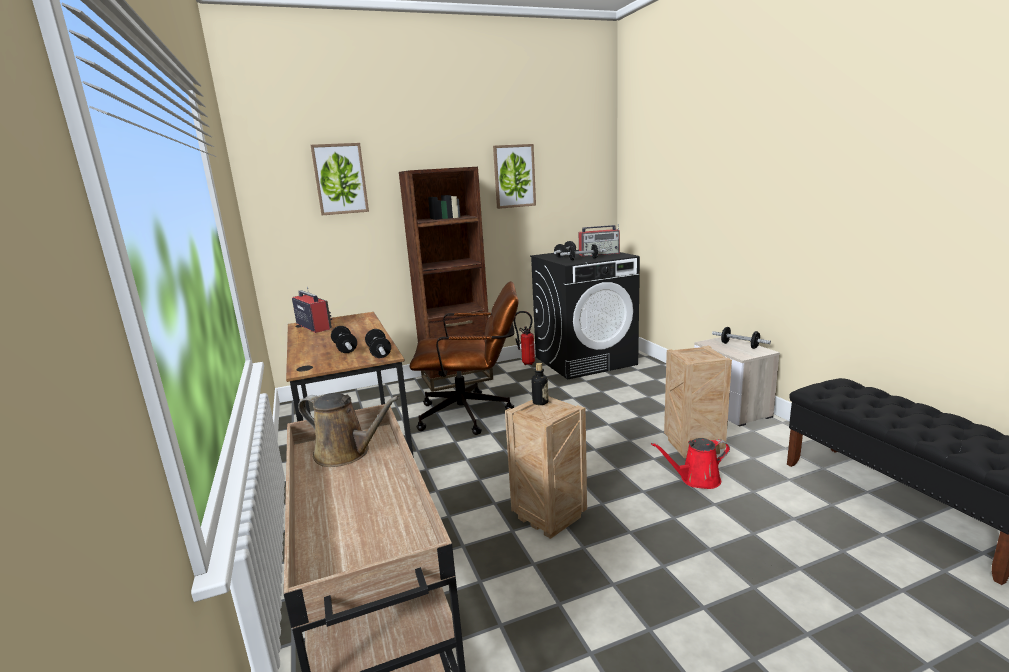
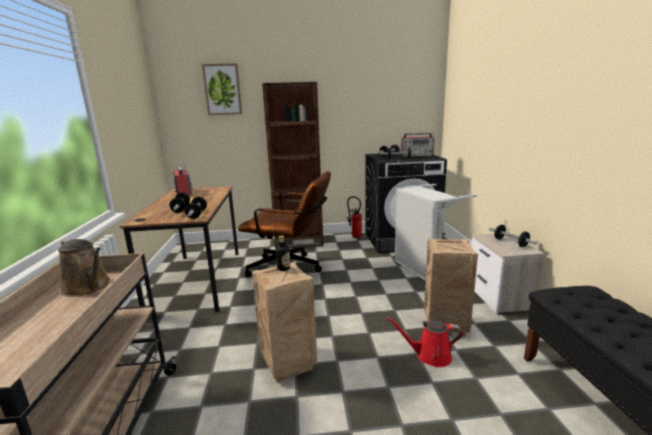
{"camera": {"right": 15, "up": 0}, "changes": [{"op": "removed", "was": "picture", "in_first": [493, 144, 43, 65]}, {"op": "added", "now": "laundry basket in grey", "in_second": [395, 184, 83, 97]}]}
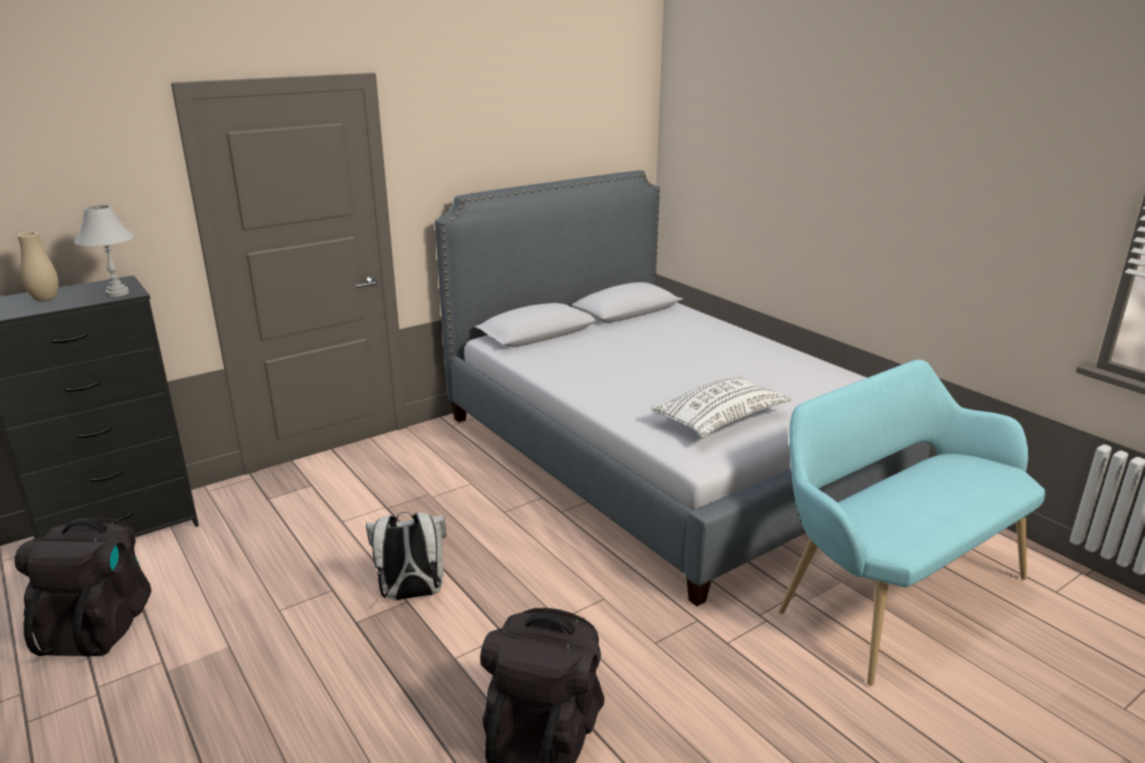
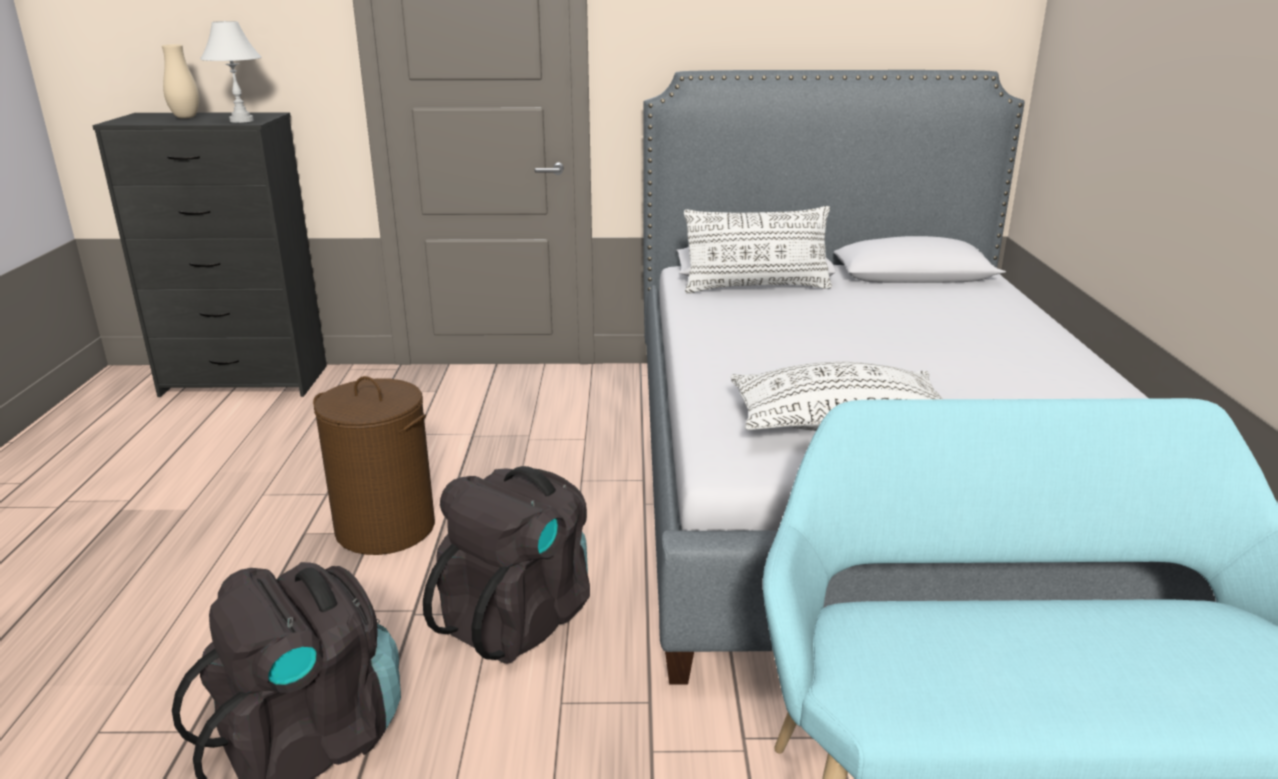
{"camera": {"right": 35, "up": 0}, "changes": [{"op": "added", "now": "pillow in white", "in_second": [684, 206, 148, 88]}, {"op": "moved", "was": "backpack in black", "in_first": [14, 518, 138, 138], "in_second": [423, 466, 167, 198]}, {"op": "replaced", "was": "backpack in white", "now": "laundry basket in brown", "in_first": [366, 512, 80, 88], "in_second": [313, 376, 122, 179]}]}
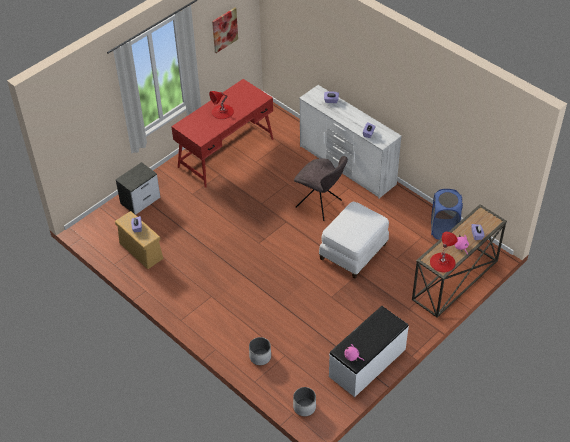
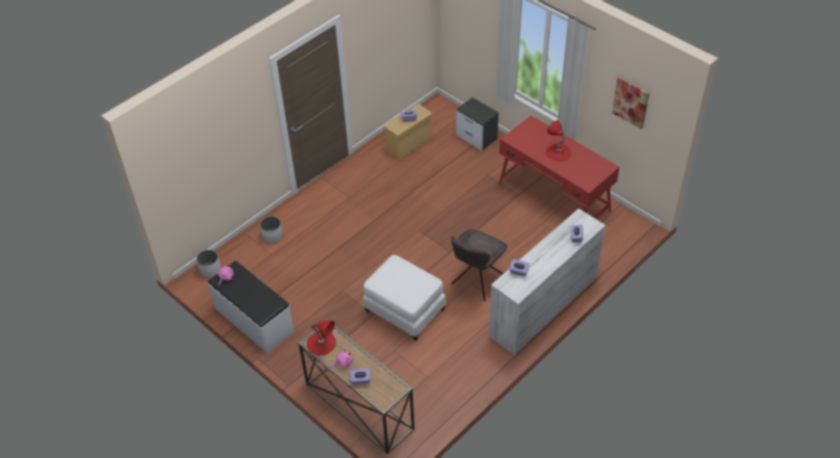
{"camera": {"right": 90, "up": 0}, "changes": [{"op": "removed", "was": "laundry basket in blue", "in_first": [431, 189, 32, 51]}]}
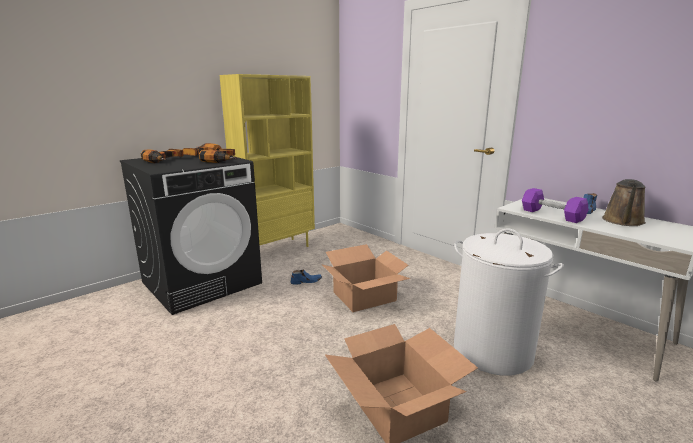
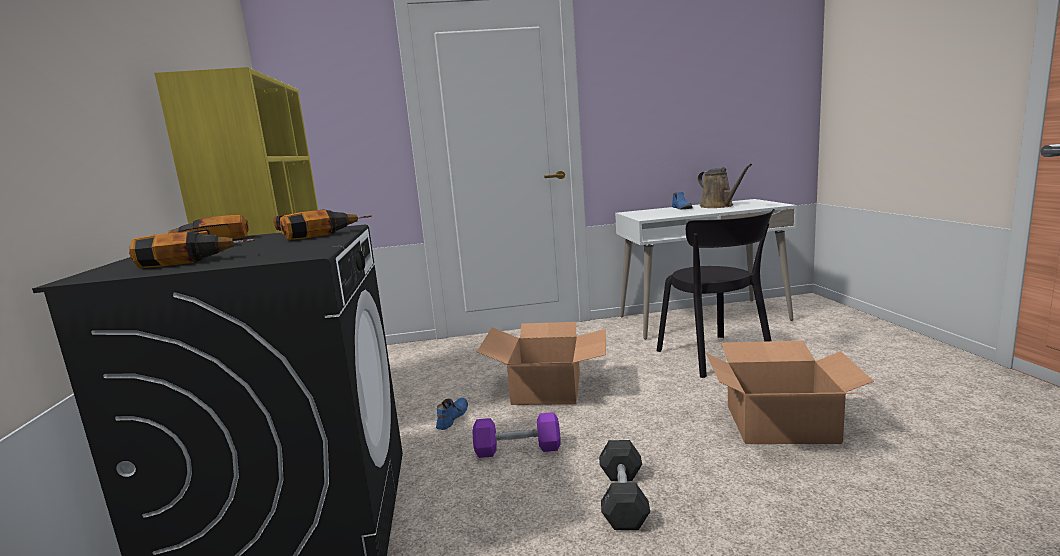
{"camera": {"right": -55, "up": -5}, "changes": [{"op": "added", "now": "dumbbell in grey", "in_second": [599, 440, 51, 90]}, {"op": "moved", "was": "dumbbell in purple", "in_first": [522, 188, 67, 35], "in_second": [472, 412, 89, 46]}, {"op": "replaced", "was": "laundry basket in white", "now": "chair in black", "in_first": [454, 228, 110, 148], "in_second": [657, 209, 118, 169]}]}
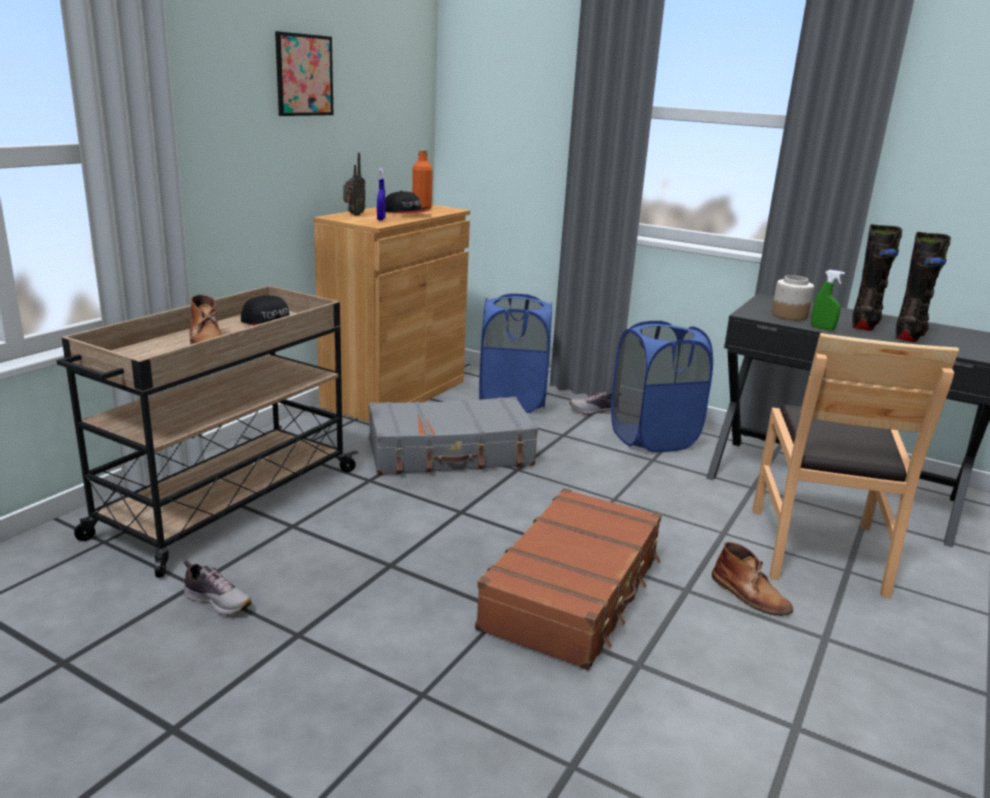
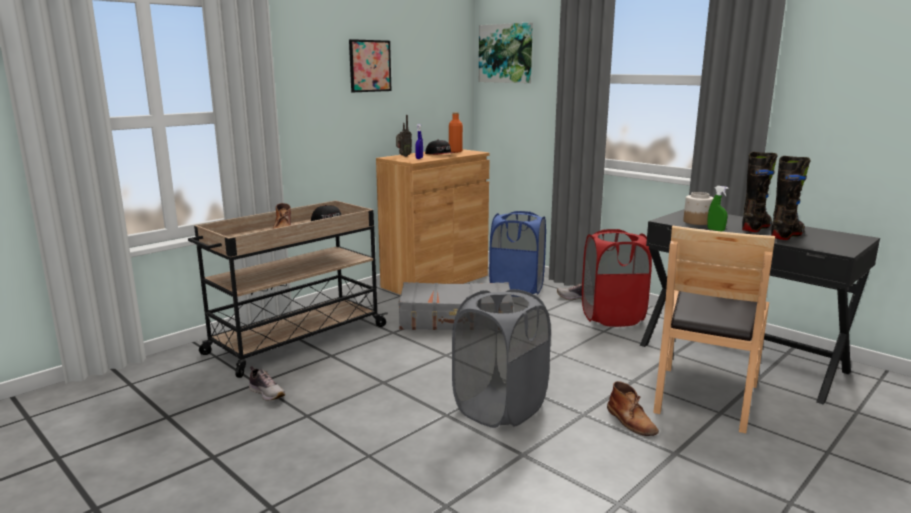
{"camera": {"right": 15, "up": -5}, "changes": [{"op": "added", "now": "picture", "in_second": [479, 22, 54, 61]}, {"op": "replaced", "was": "suitcase in brown", "now": "laundry basket in grey", "in_first": [475, 488, 187, 182], "in_second": [452, 289, 99, 139]}, {"op": "recoloured", "was": "laundry basket in blue", "now": "laundry basket in red", "in_first": [611, 320, 102, 132], "in_second": [582, 229, 70, 98]}]}
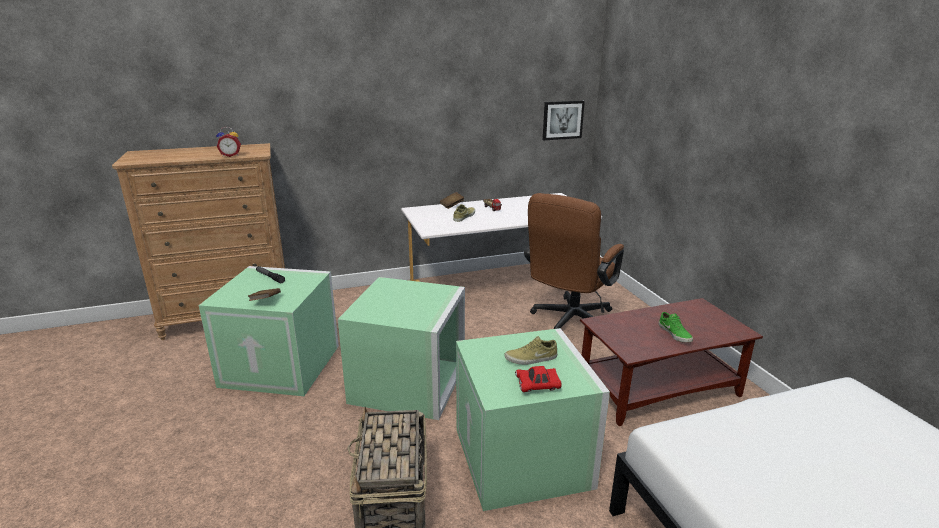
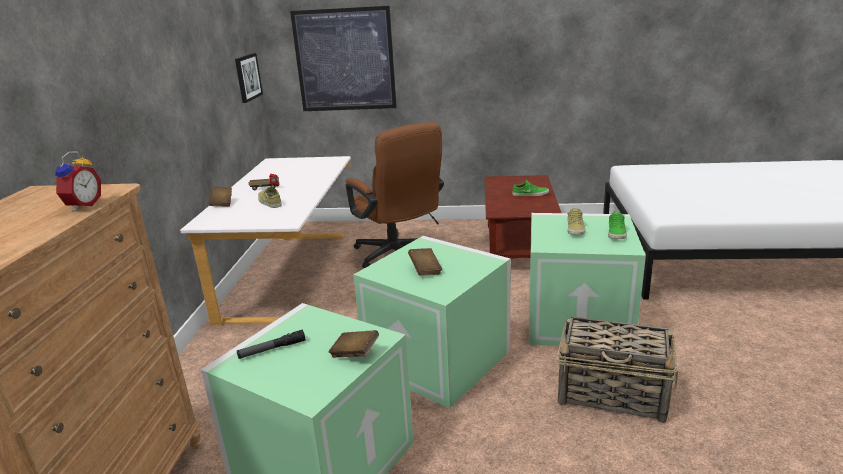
{"camera": {"right": -65, "up": 0}, "changes": [{"op": "added", "now": "picture", "in_second": [290, 6, 107, 105]}, {"op": "added", "now": "book in brown", "in_second": [408, 248, 34, 28]}, {"op": "replaced", "was": "toy car in red", "now": "shoe in green", "in_first": [515, 366, 47, 26], "in_second": [608, 211, 19, 28]}]}
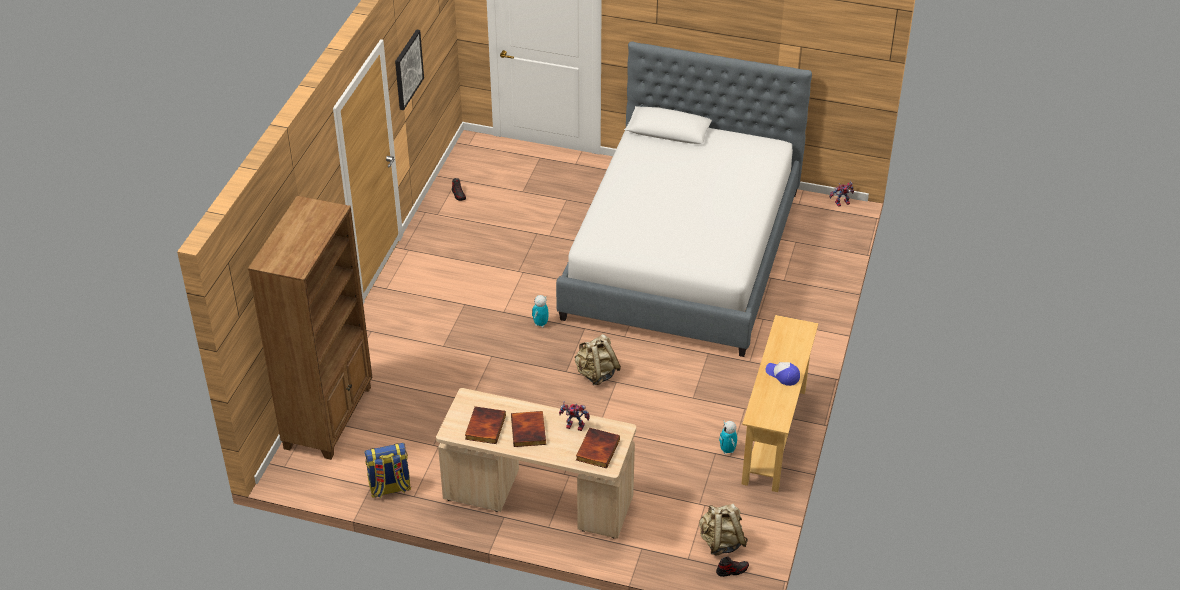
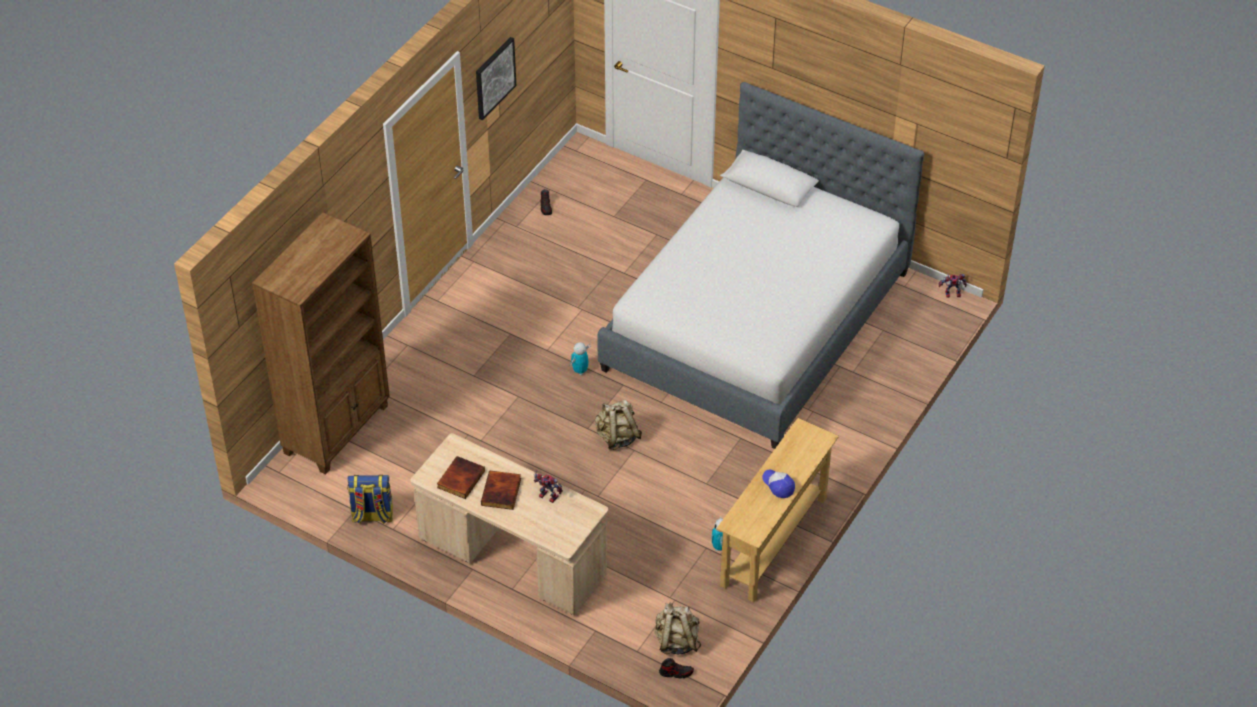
{"camera": {"right": 15, "up": 5}, "changes": [{"op": "removed", "was": "book", "in_first": [576, 428, 44, 40]}]}
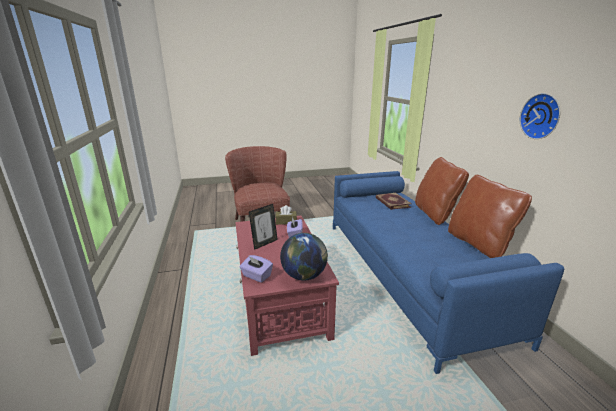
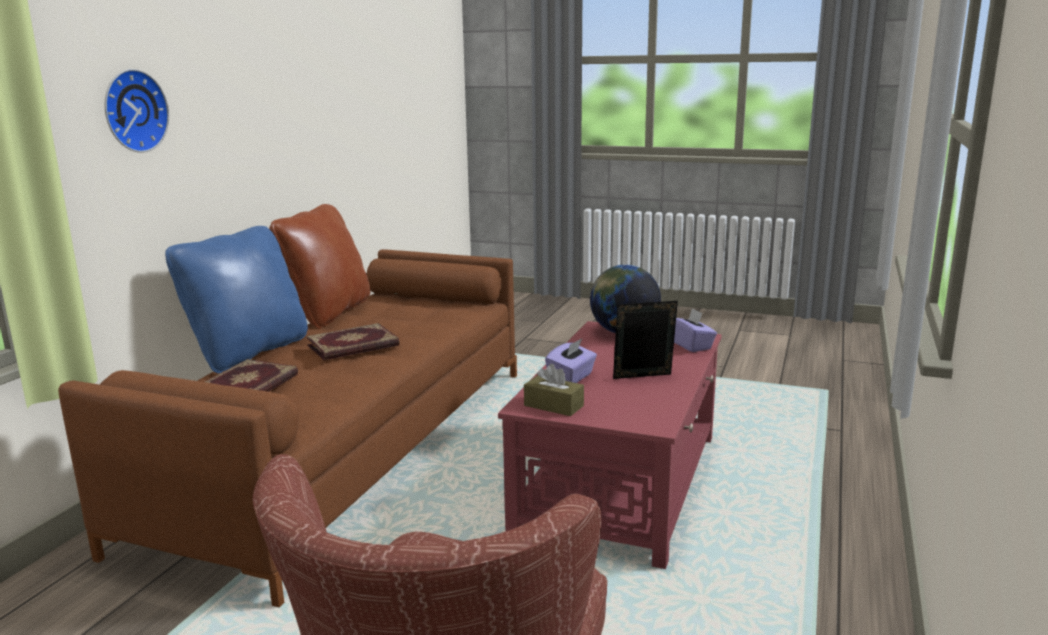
{"camera": {"right": -145, "up": -5}, "changes": [{"op": "added", "now": "book", "in_second": [306, 323, 93, 37]}, {"op": "moved", "was": "wall clock", "in_first": [520, 93, 40, 46], "in_second": [105, 69, 64, 84]}, {"op": "recoloured", "was": "sofa in blue", "now": "sofa in brown", "in_first": [333, 171, 231, 203], "in_second": [58, 249, 459, 358]}, {"op": "recoloured", "was": "pillow in brown", "now": "pillow in blue", "in_first": [415, 157, 54, 68], "in_second": [165, 226, 143, 147]}]}
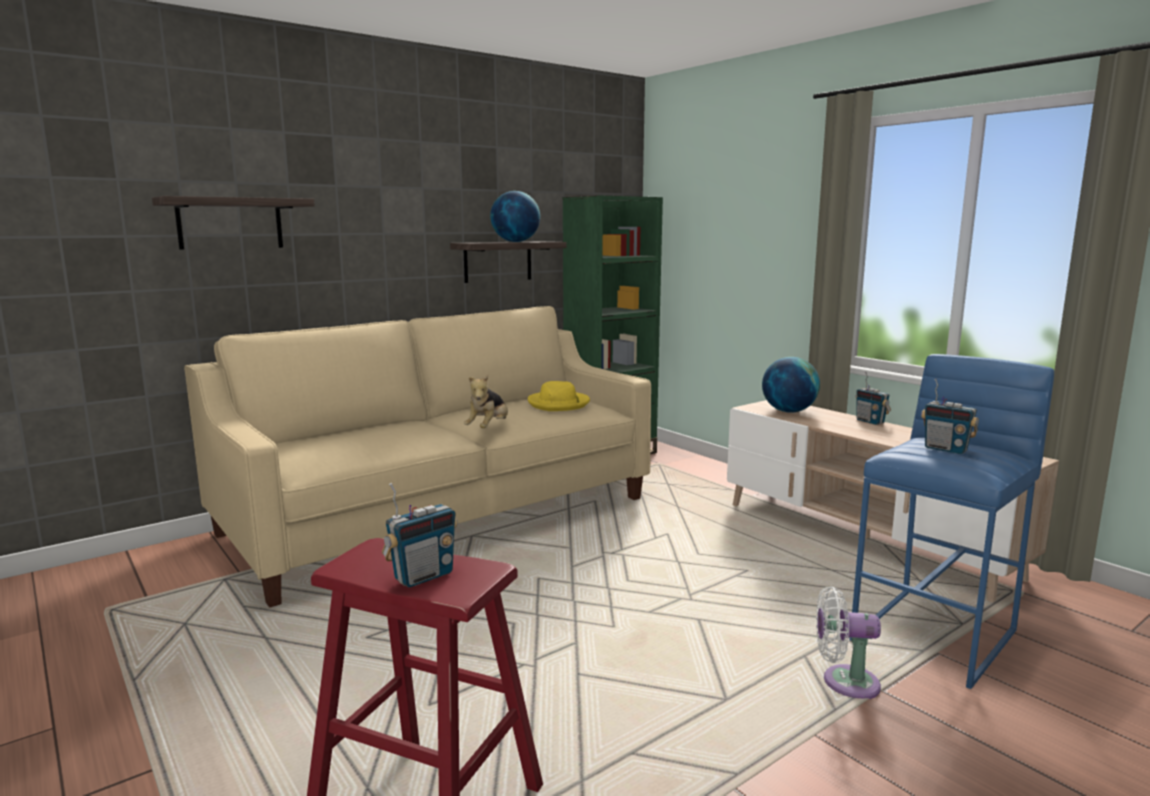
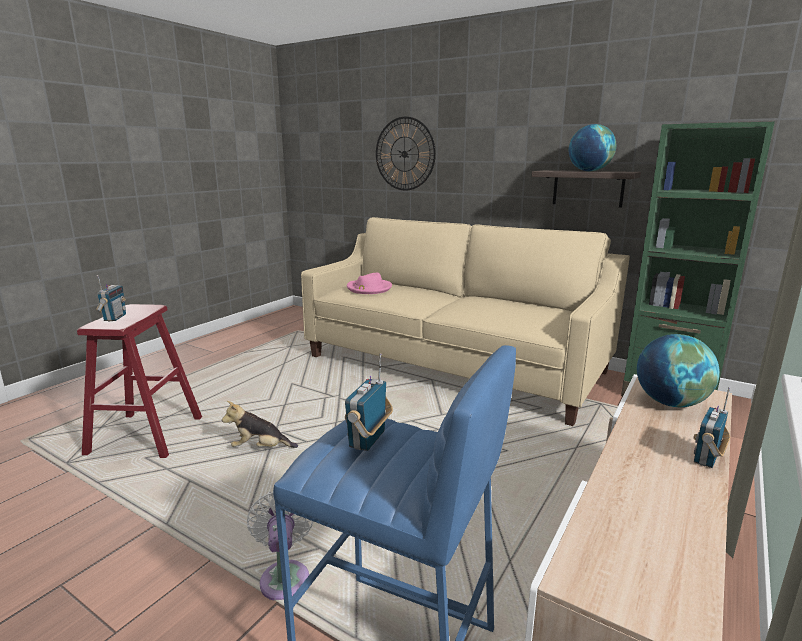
{"camera": {"right": 70, "up": 5}, "changes": [{"op": "removed", "was": "hat in yellow", "in_first": [528, 381, 62, 30]}, {"op": "added", "now": "hat in pink", "in_second": [347, 273, 45, 21]}, {"op": "moved", "was": "plush toy", "in_first": [464, 374, 44, 54], "in_second": [222, 401, 76, 47]}, {"op": "replaced", "was": "shelf", "now": "wall clock", "in_first": [152, 196, 163, 54], "in_second": [376, 117, 60, 74]}, {"op": "turned", "was": "radio", "in_first": [382, 483, 76, 105], "in_second": [96, 275, 30, 46], "clockwise": -120}]}
